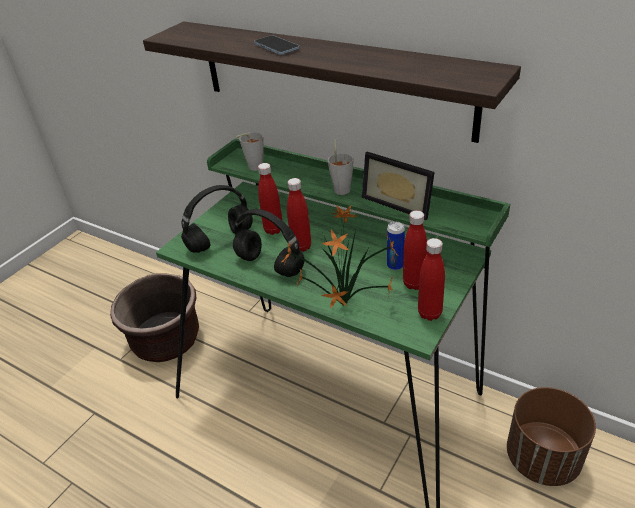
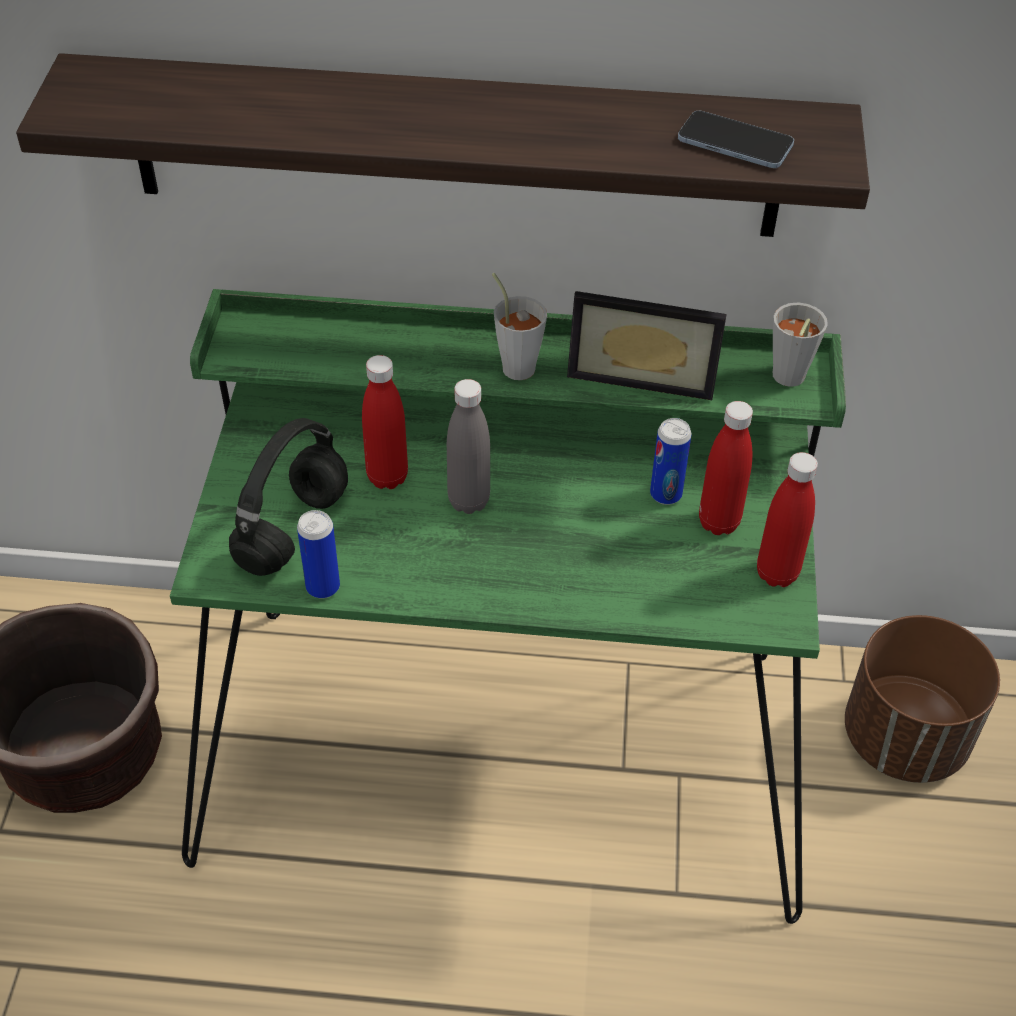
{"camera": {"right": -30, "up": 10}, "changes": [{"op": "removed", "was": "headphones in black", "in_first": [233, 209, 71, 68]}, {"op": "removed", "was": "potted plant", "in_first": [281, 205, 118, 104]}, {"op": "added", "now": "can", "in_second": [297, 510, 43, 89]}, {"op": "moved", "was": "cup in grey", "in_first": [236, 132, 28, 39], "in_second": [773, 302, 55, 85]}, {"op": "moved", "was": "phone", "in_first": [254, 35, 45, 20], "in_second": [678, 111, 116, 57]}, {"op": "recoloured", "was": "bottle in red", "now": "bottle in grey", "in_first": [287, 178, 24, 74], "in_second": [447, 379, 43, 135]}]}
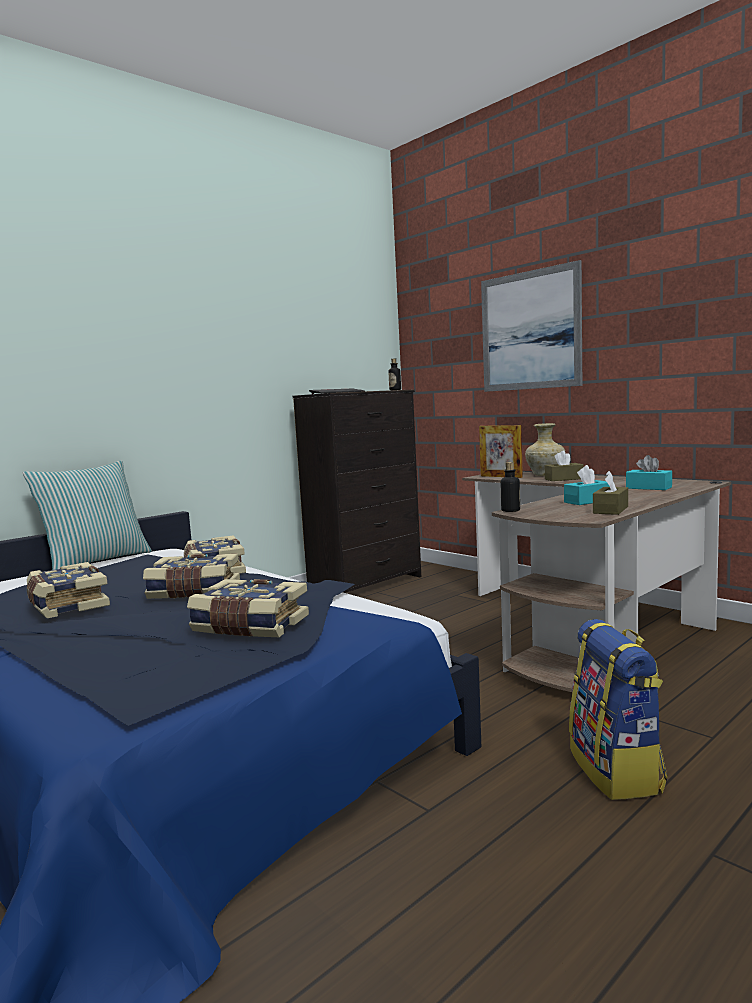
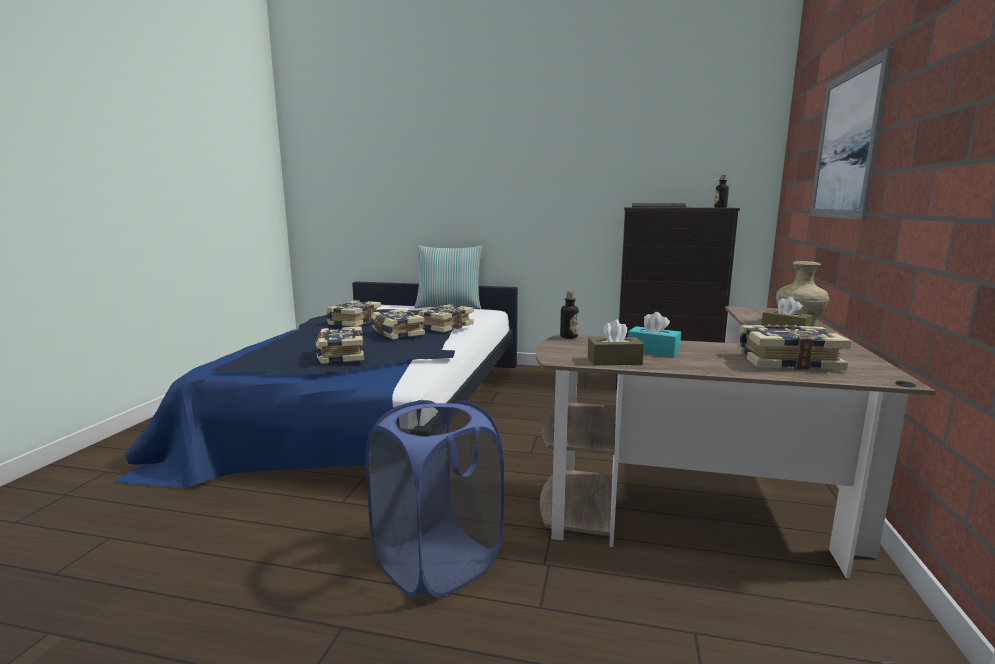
{"camera": {"right": 55, "up": 5}, "changes": [{"op": "removed", "was": "picture frame", "in_first": [479, 425, 44, 53]}, {"op": "replaced", "was": "backpack", "now": "laundry basket in blue", "in_first": [569, 619, 98, 181], "in_second": [366, 400, 138, 197]}, {"op": "replaced", "was": "tissue box in turquoise", "now": "book", "in_first": [626, 455, 46, 35], "in_second": [737, 325, 114, 45]}]}
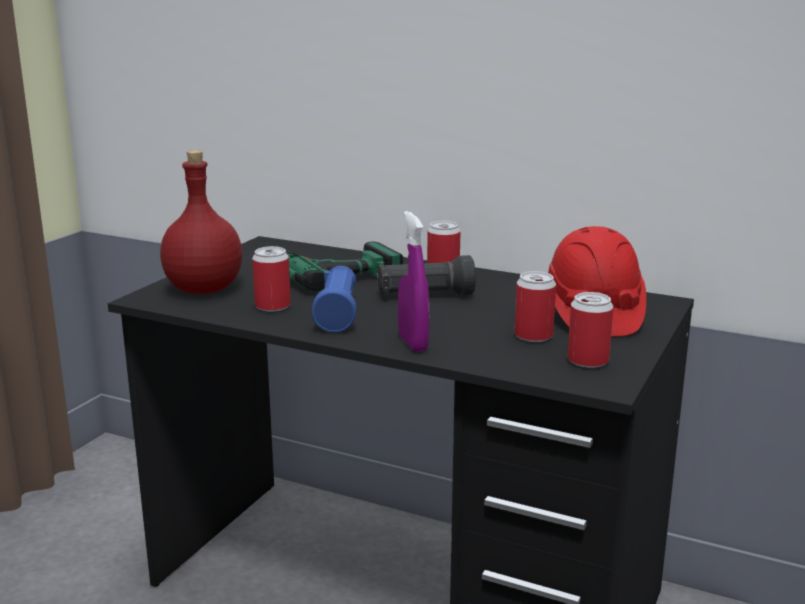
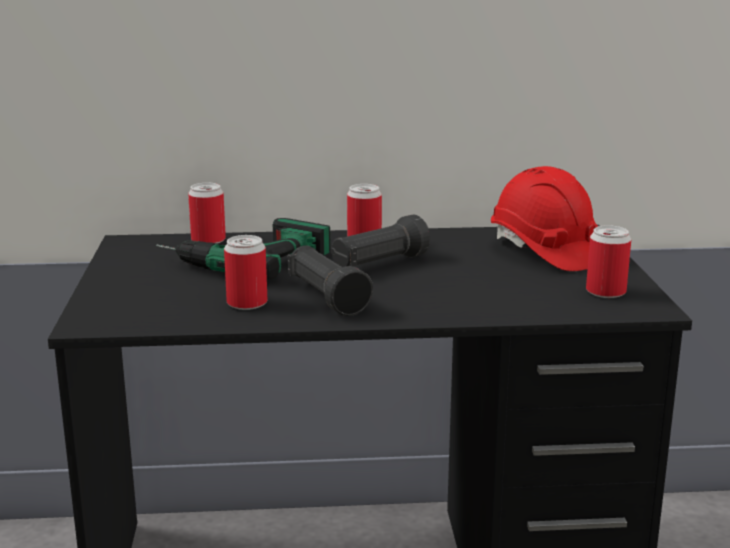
{"camera": {"right": -30, "up": 0}, "changes": [{"op": "removed", "was": "bottle in red", "in_first": [160, 150, 82, 144]}, {"op": "removed", "was": "spray bottle in purple", "in_first": [398, 211, 31, 141]}, {"op": "moved", "was": "can", "in_first": [514, 271, 42, 71], "in_second": [188, 183, 38, 61]}, {"op": "recoloured", "was": "flashlight in blue", "now": "flashlight in black", "in_first": [312, 266, 44, 66], "in_second": [288, 245, 85, 71]}]}
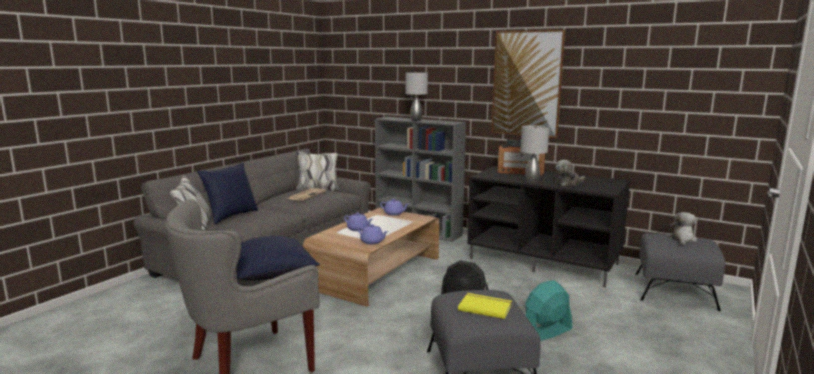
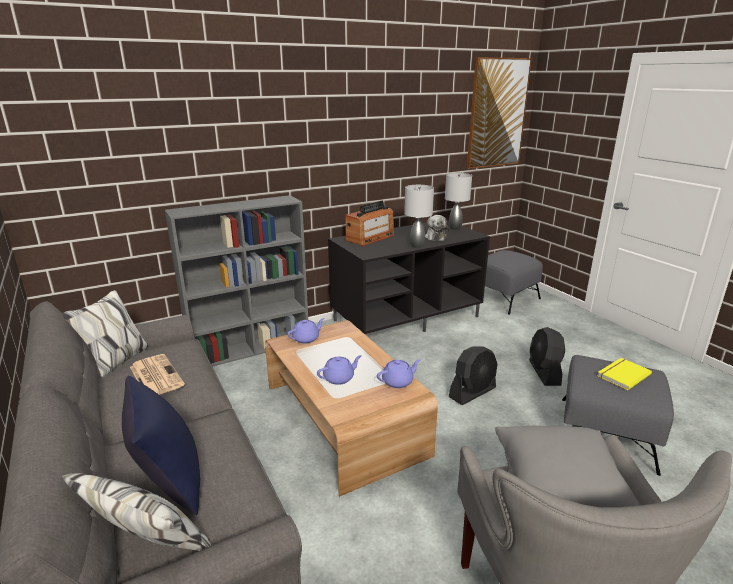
{"camera": {"right": -60, "up": 10}, "changes": [{"op": "removed", "was": "plush toy", "in_first": [669, 212, 28, 33]}, {"op": "moved", "was": "table lamp in grey", "in_first": [405, 72, 23, 49], "in_second": [445, 173, 27, 56]}, {"op": "moved", "was": "picture", "in_first": [492, 30, 73, 108], "in_second": [467, 57, 65, 112]}, {"op": "recoloured", "was": "pillow in blue", "now": "pillow in grey", "in_first": [236, 236, 84, 44], "in_second": [495, 426, 146, 81]}, {"op": "recoloured", "was": "fan in turquoise", "now": "fan in black", "in_first": [525, 280, 47, 61], "in_second": [529, 327, 36, 59]}]}
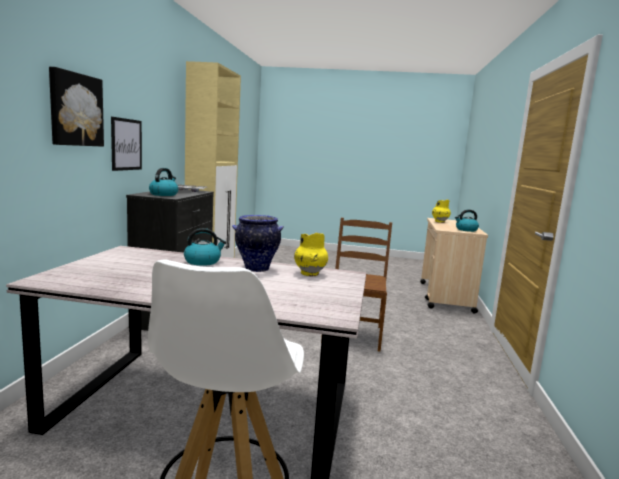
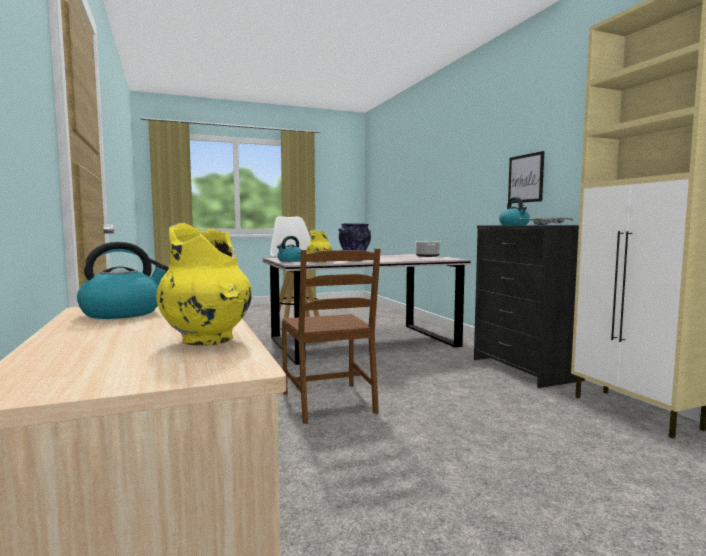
{"camera": {"right": 150, "up": -5}, "changes": [{"op": "removed", "was": "picture", "in_first": [49, 67, 55, 80]}, {"op": "added", "now": "cooking pot", "in_second": [415, 241, 25, 16]}, {"op": "moved", "was": "kettle", "in_first": [184, 228, 42, 38], "in_second": [277, 236, 25, 26]}]}
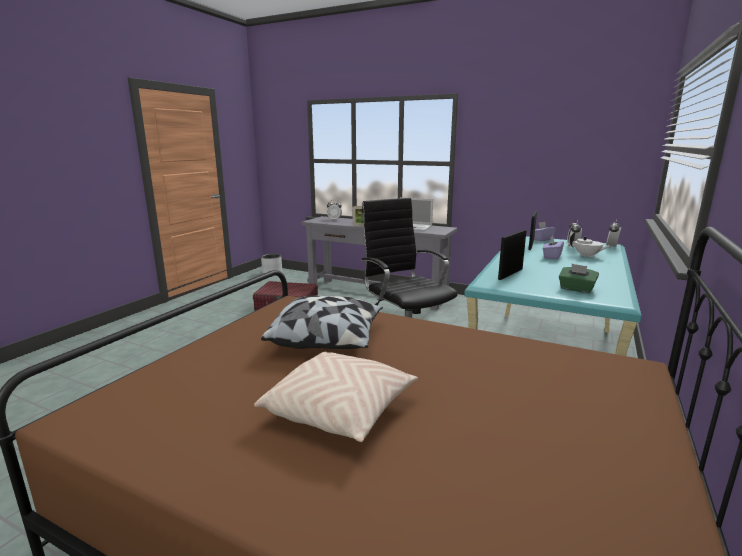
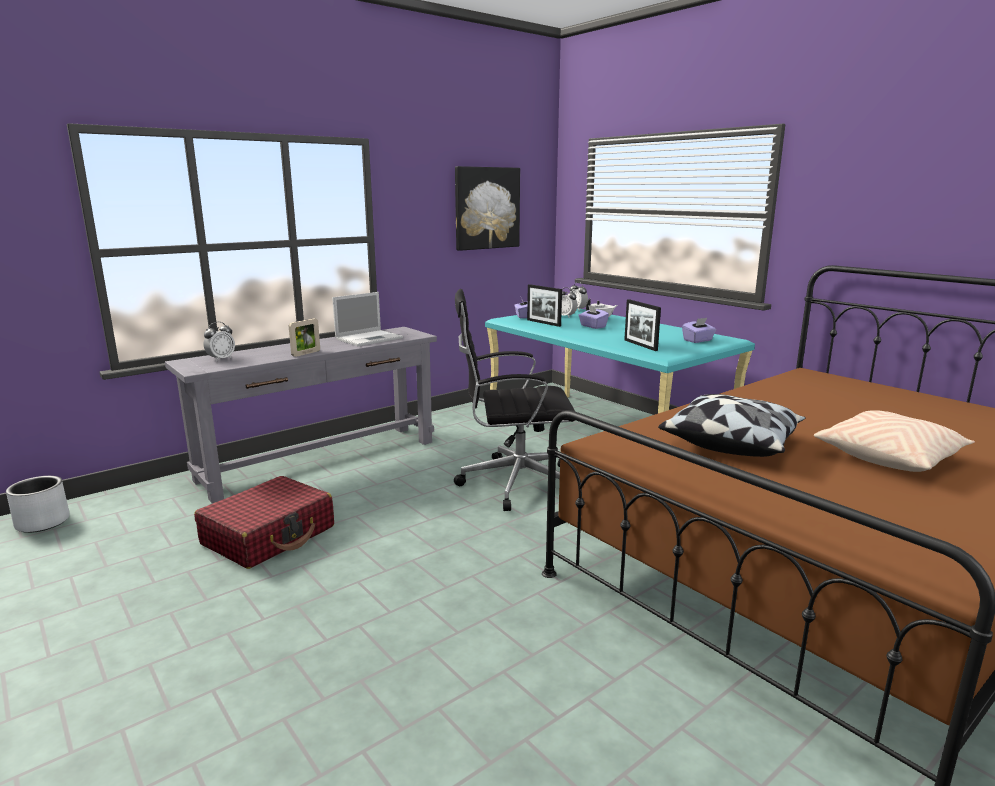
{"camera": {"right": -65, "up": 0}, "changes": [{"op": "added", "now": "picture", "in_second": [455, 166, 65, 85]}, {"op": "recoloured", "was": "tissue box in green", "now": "tissue box in purple", "in_first": [559, 264, 40, 29], "in_second": [682, 318, 34, 25]}]}
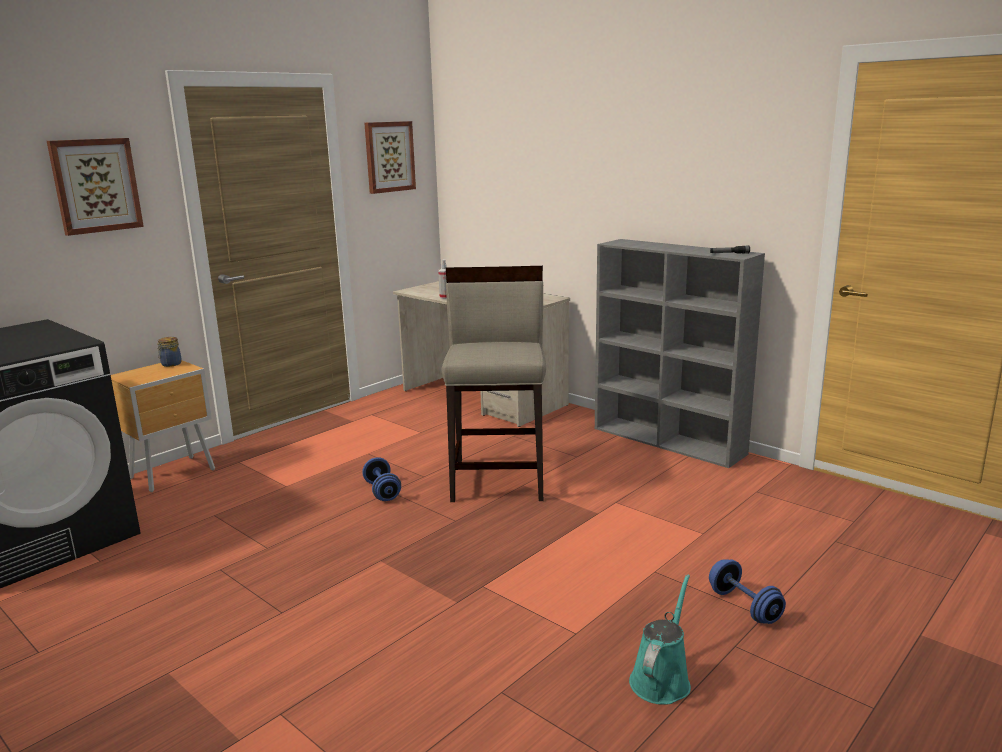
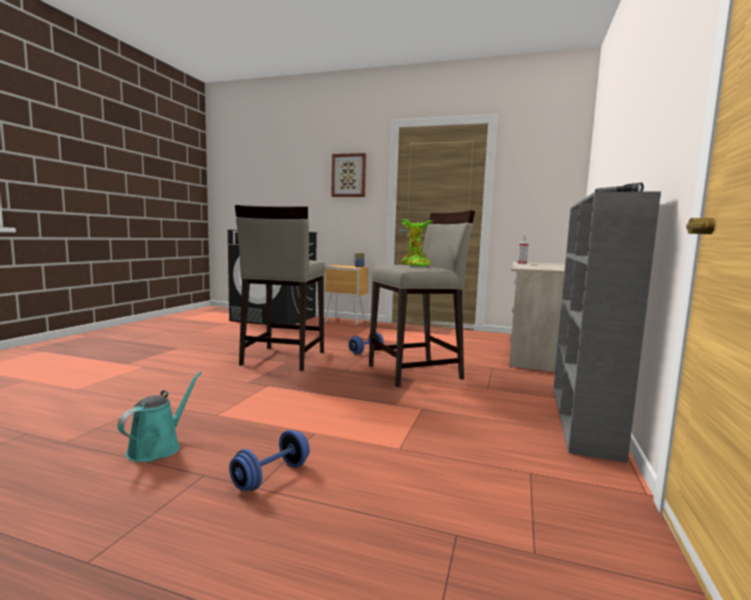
{"camera": {"right": 65, "up": -10}, "changes": [{"op": "removed", "was": "picture", "in_first": [364, 121, 52, 73]}, {"op": "added", "now": "stool in beige", "in_second": [235, 205, 90, 166]}, {"op": "added", "now": "potted plant", "in_second": [401, 219, 32, 47]}, {"op": "turned", "was": "watering can in turquoise", "in_first": [629, 574, 62, 131], "in_second": [117, 372, 85, 90], "clockwise": -75}]}
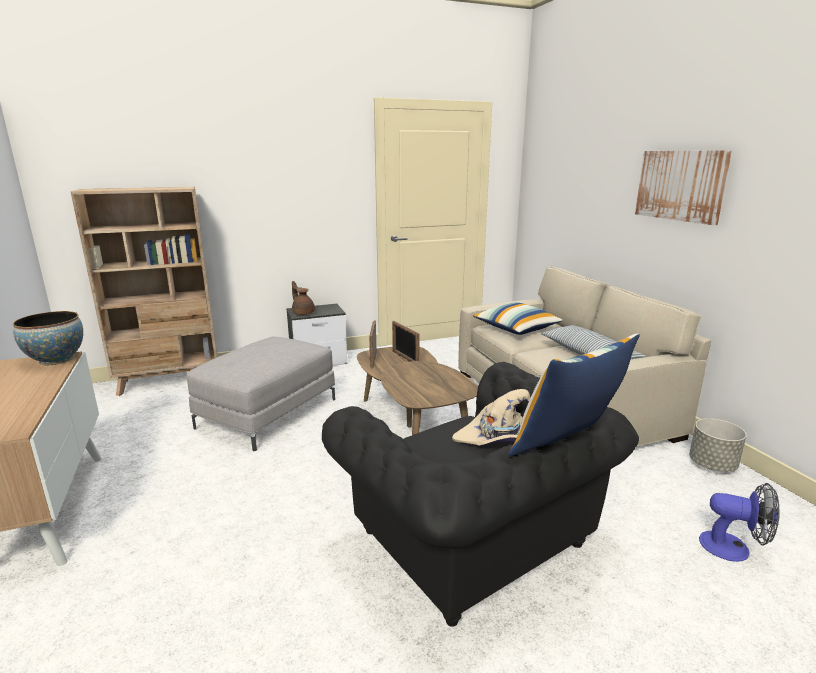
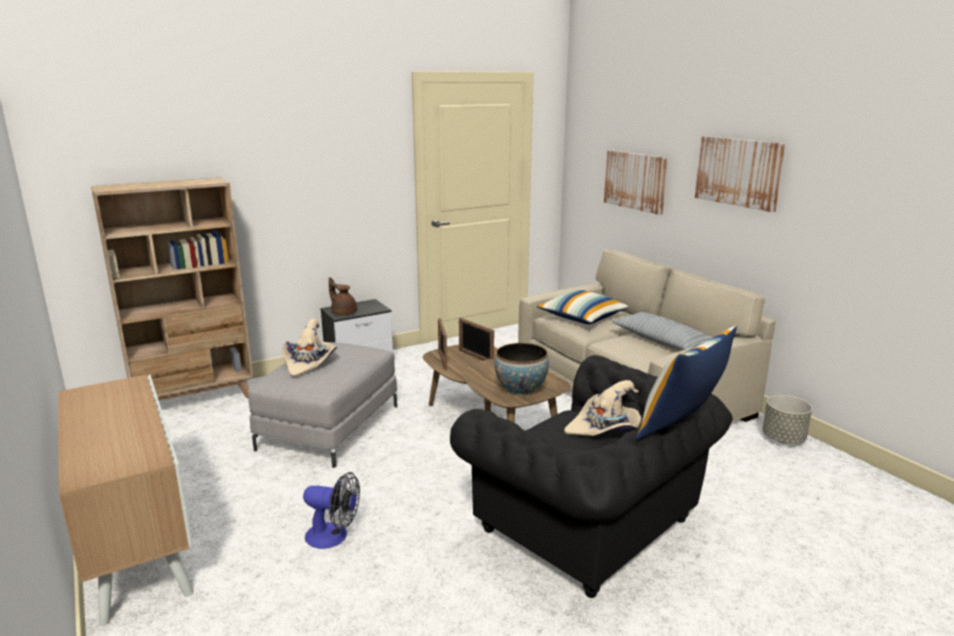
{"camera": {"right": -10, "up": 0}, "changes": [{"op": "added", "now": "hat in beige", "in_second": [282, 319, 55, 58]}, {"op": "added", "now": "picture", "in_second": [604, 150, 64, 65]}, {"op": "moved", "was": "bowl", "in_first": [13, 311, 70, 54], "in_second": [494, 343, 55, 53]}, {"op": "moved", "was": "fan", "in_first": [699, 483, 81, 79], "in_second": [303, 472, 57, 77]}]}
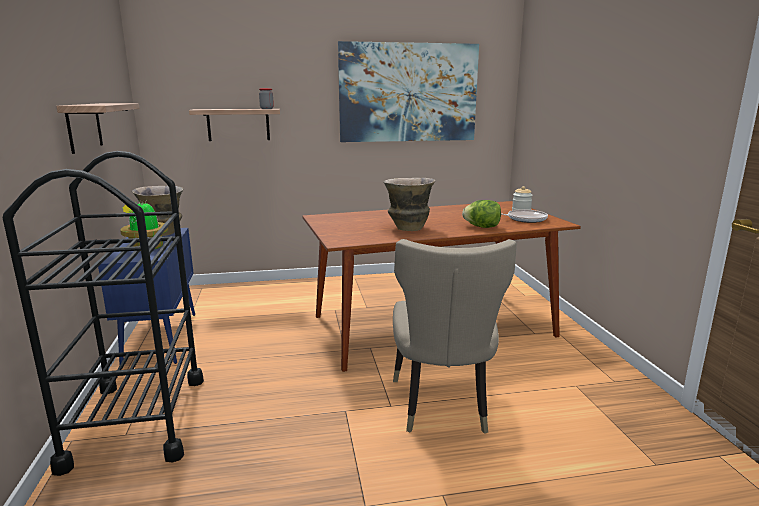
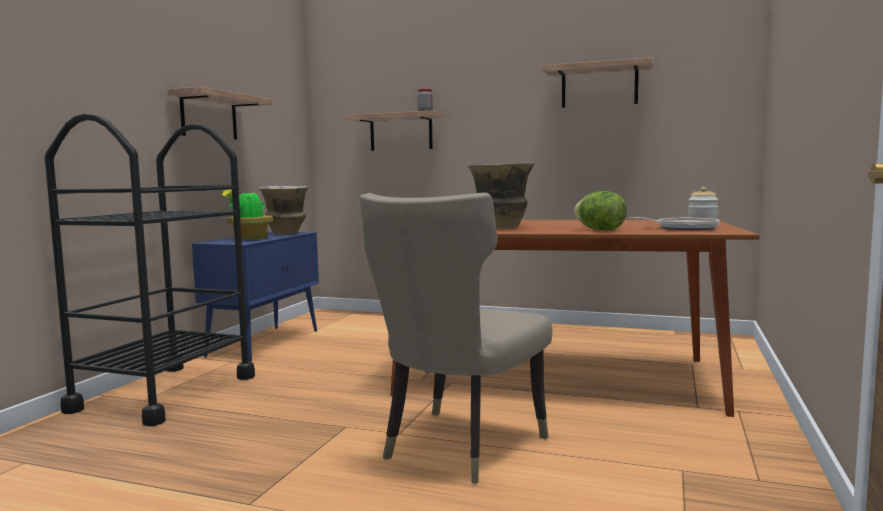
{"camera": {"right": 30, "up": -10}, "changes": [{"op": "replaced", "was": "picture", "now": "shelf", "in_first": [338, 41, 141, 101], "in_second": [542, 57, 112, 51]}]}
